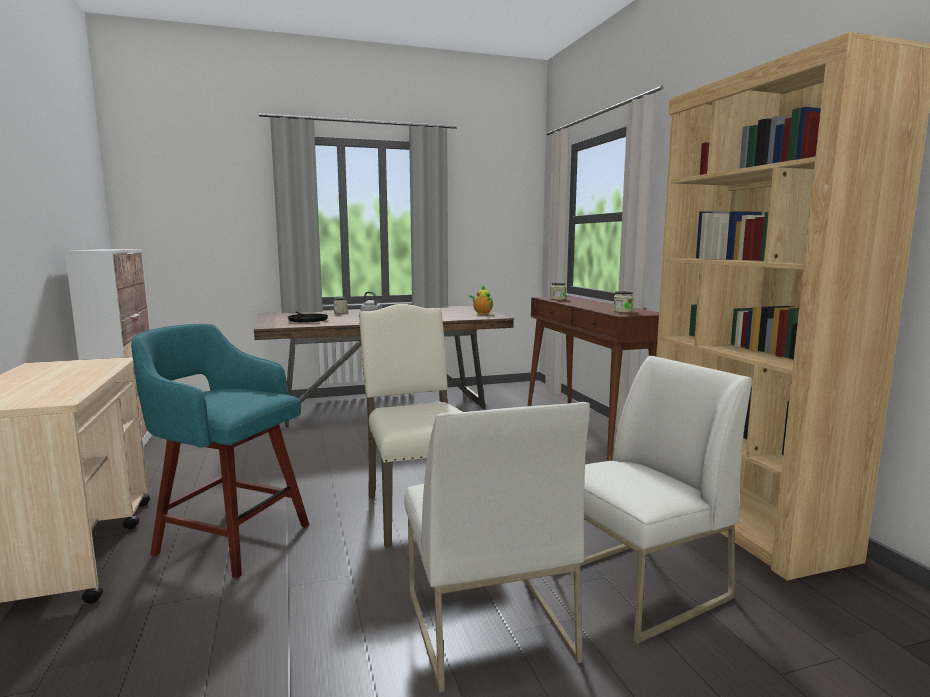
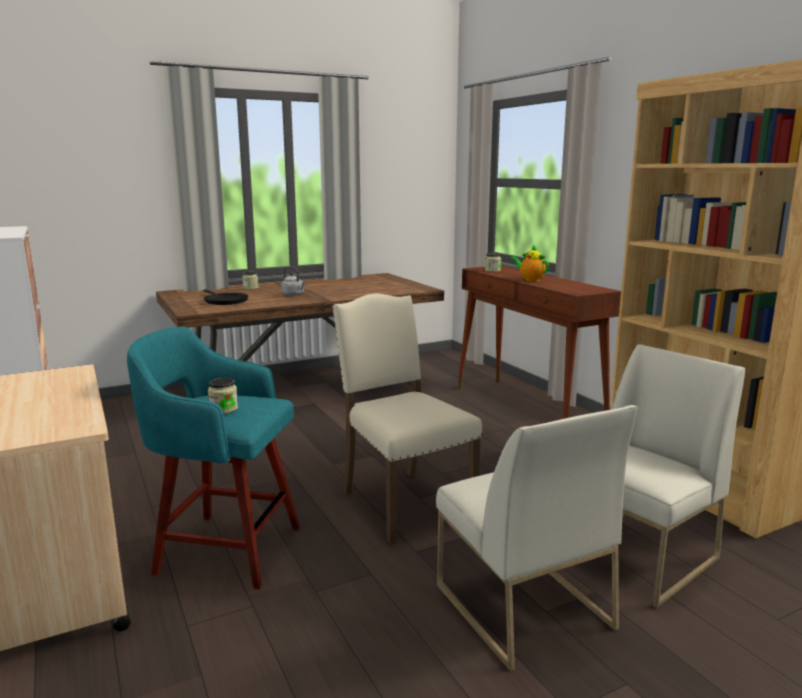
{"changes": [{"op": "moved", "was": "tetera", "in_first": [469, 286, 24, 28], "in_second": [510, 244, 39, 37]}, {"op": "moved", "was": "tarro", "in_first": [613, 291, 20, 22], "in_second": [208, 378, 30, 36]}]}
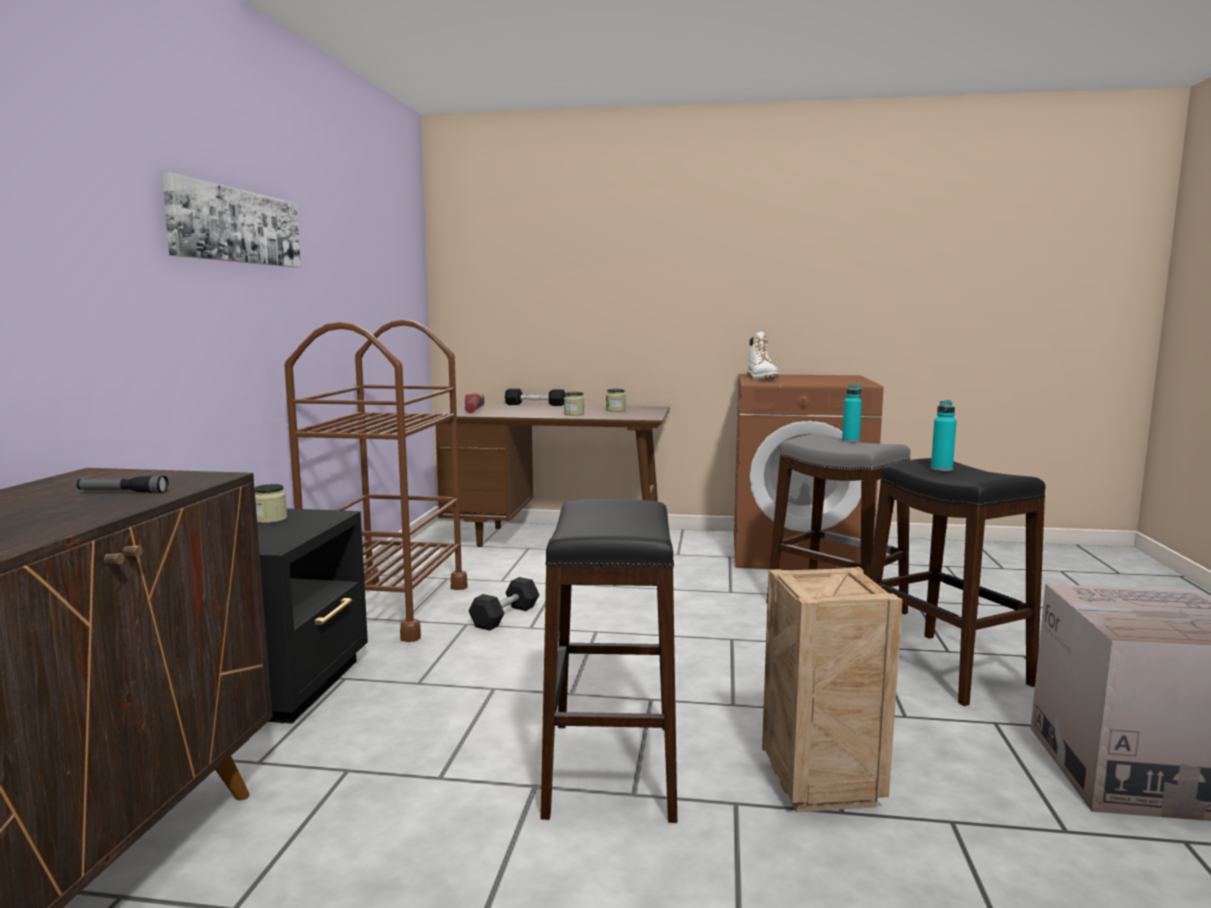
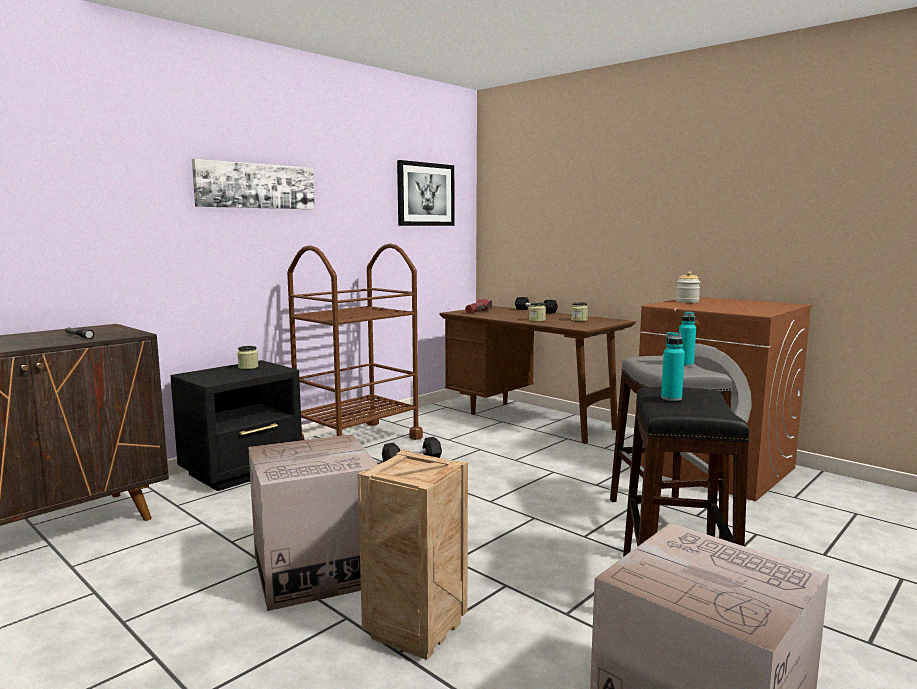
{"changes": [{"op": "added", "now": "cuadro", "in_second": [397, 160, 57, 66]}, {"op": "replaced", "was": "taburete (negro)", "now": "caja de cartón", "in_first": [541, 499, 136, 324], "in_second": [248, 434, 130, 177]}, {"op": "replaced", "was": "bota (blanco)", "now": "tarro", "in_first": [747, 332, 33, 48], "in_second": [676, 271, 24, 32]}]}
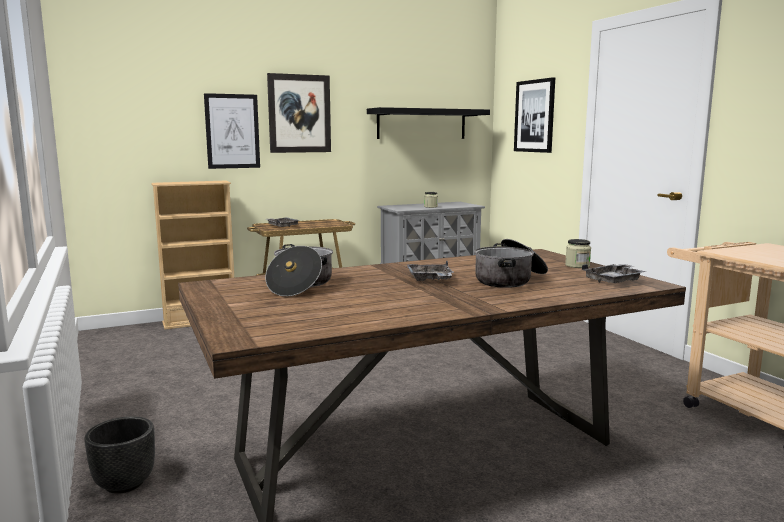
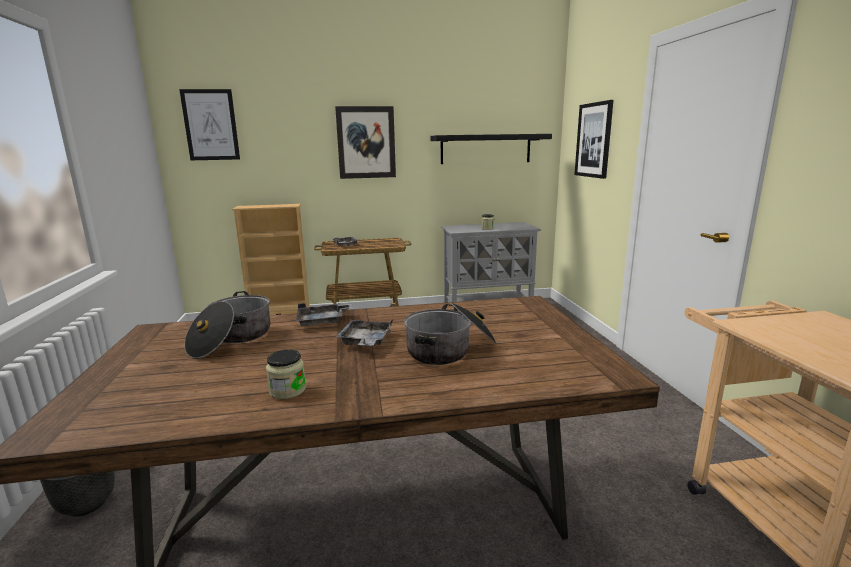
{"changes": [{"op": "moved", "was": "cuadro", "in_first": [204, 93, 56, 76], "in_second": [179, 89, 61, 71]}, {"op": "moved", "was": "tarro", "in_first": [565, 239, 26, 29], "in_second": [266, 349, 40, 50]}, {"op": "moved", "was": "bandeja (gris)", "in_first": [582, 264, 65, 19], "in_second": [296, 303, 57, 23]}]}
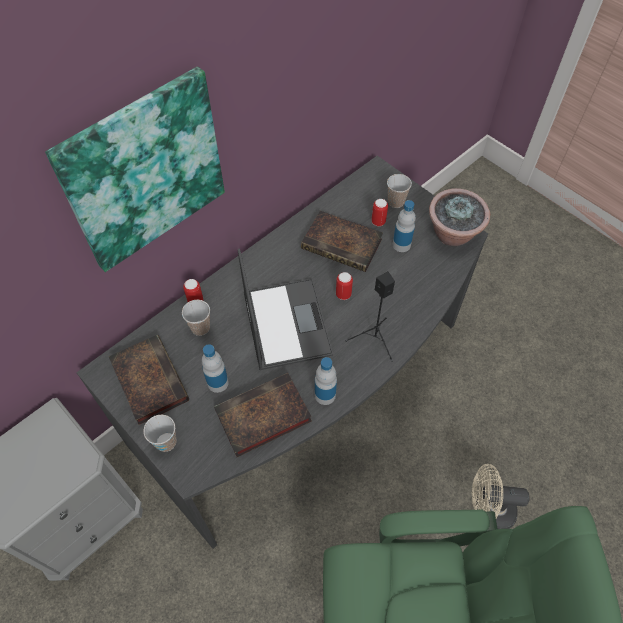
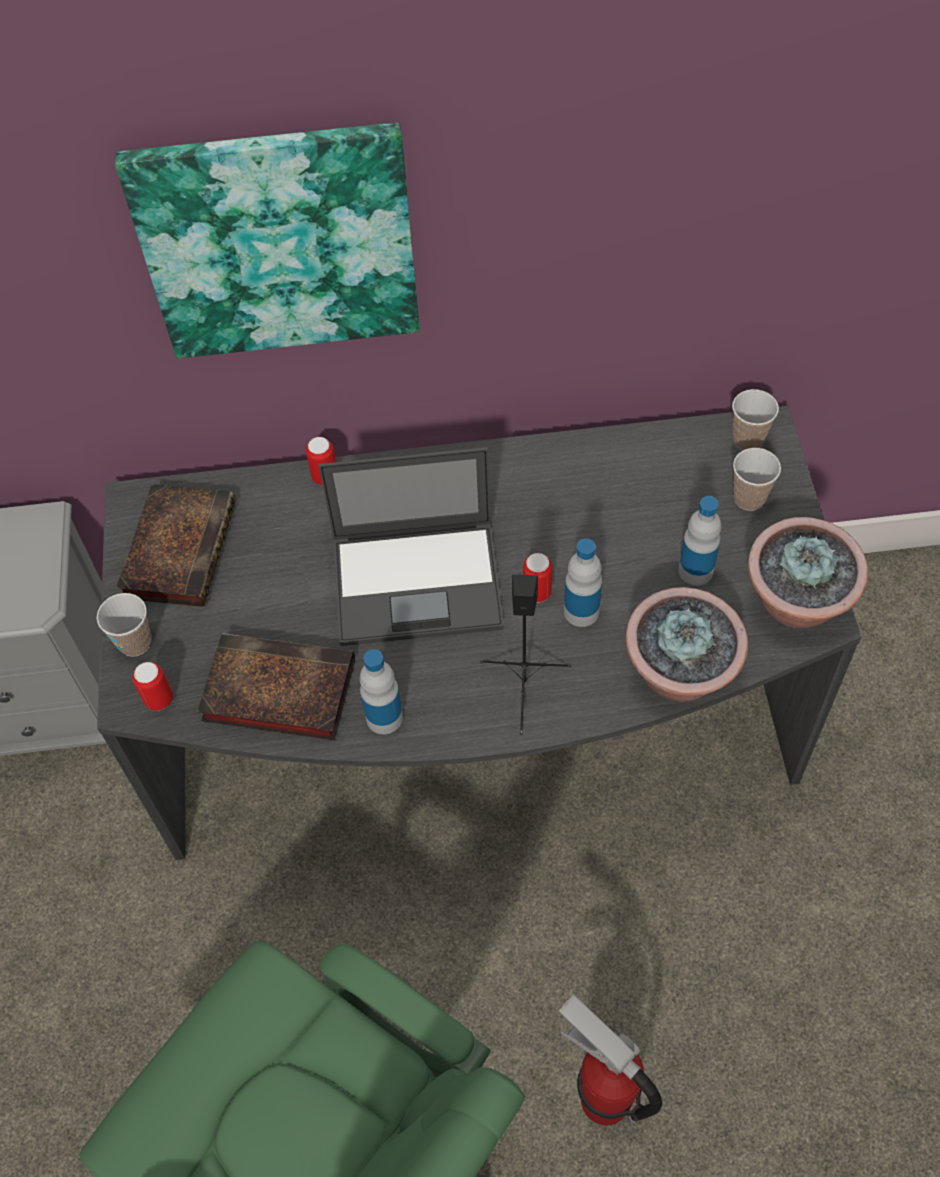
{"changes": [{"op": "removed", "was": "libro", "in_first": [301, 211, 82, 61]}, {"op": "added", "now": "planta en maceta", "in_second": [625, 587, 123, 115]}, {"op": "moved", "was": "taza", "in_first": [182, 300, 28, 36], "in_second": [732, 389, 47, 61]}, {"op": "moved", "was": "botella", "in_first": [202, 344, 27, 49], "in_second": [564, 538, 38, 89]}, {"op": "moved", "was": "lata", "in_first": [371, 199, 17, 27], "in_second": [132, 662, 41, 49]}, {"op": "replaced", "was": "ventilador (beis)", "now": "extintor", "in_first": [472, 464, 58, 65], "in_second": [559, 994, 103, 131]}, {"op": "turned", "was": "portátil", "in_first": [238, 248, 95, 122], "in_second": [318, 447, 186, 199], "clockwise": 60}]}
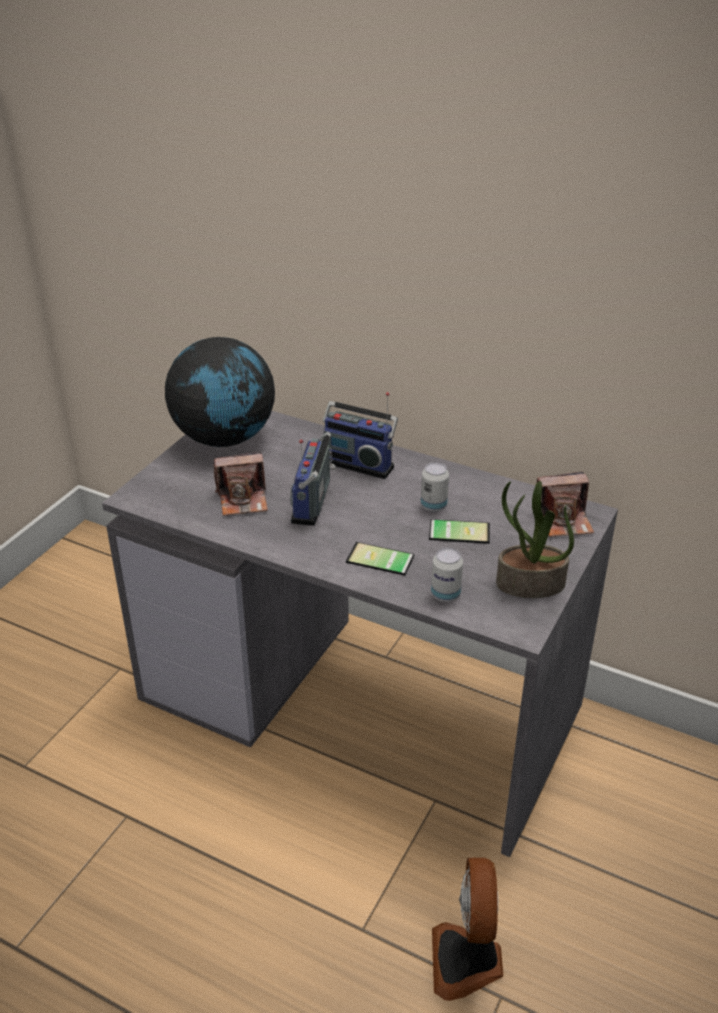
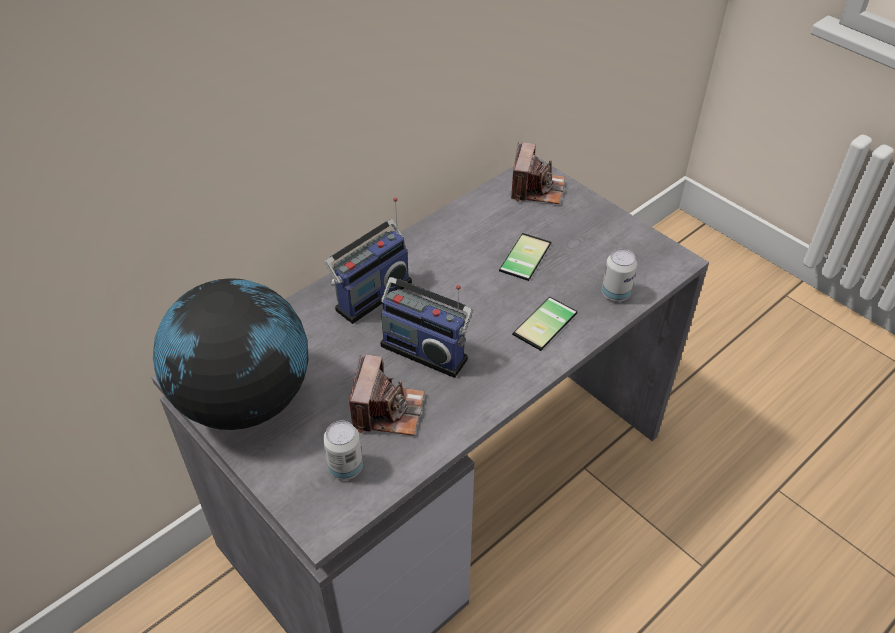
{"changes": [{"op": "removed", "was": "ventilador", "in_first": [432, 858, 71, 143]}, {"op": "removed", "was": "planta en maceta", "in_first": [496, 481, 78, 117]}, {"op": "moved", "was": "lata", "in_first": [421, 462, 28, 50], "in_second": [323, 421, 40, 59]}]}
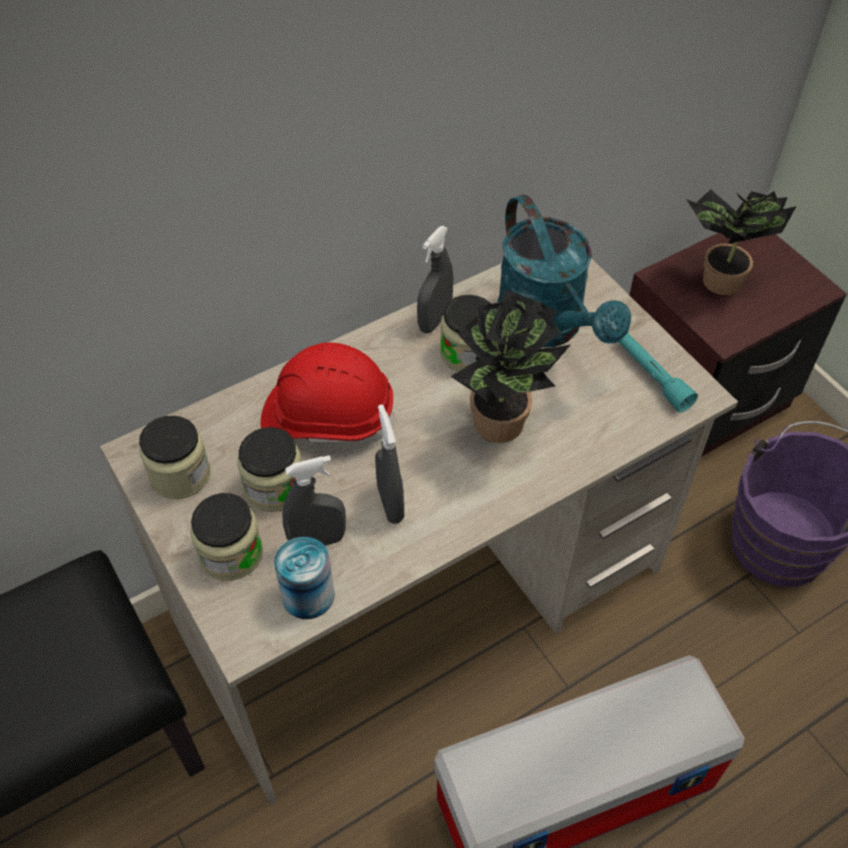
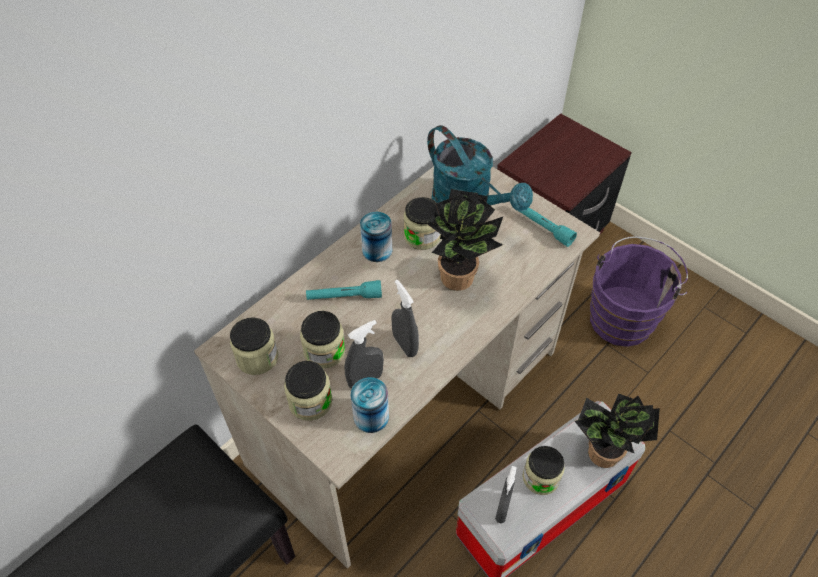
{"changes": [{"op": "added", "now": "lata", "in_second": [360, 212, 32, 50]}, {"op": "added", "now": "tarro", "in_second": [523, 446, 41, 49]}, {"op": "moved", "was": "pulverizador (gris)", "in_first": [417, 226, 36, 107], "in_second": [495, 466, 22, 57]}, {"op": "moved", "was": "planta en maceta", "in_first": [686, 189, 111, 106], "in_second": [575, 393, 85, 75]}, {"op": "replaced", "was": "casco (rojo)", "now": "linterna (turquesa)", "in_first": [261, 342, 135, 101], "in_second": [306, 280, 76, 20]}]}
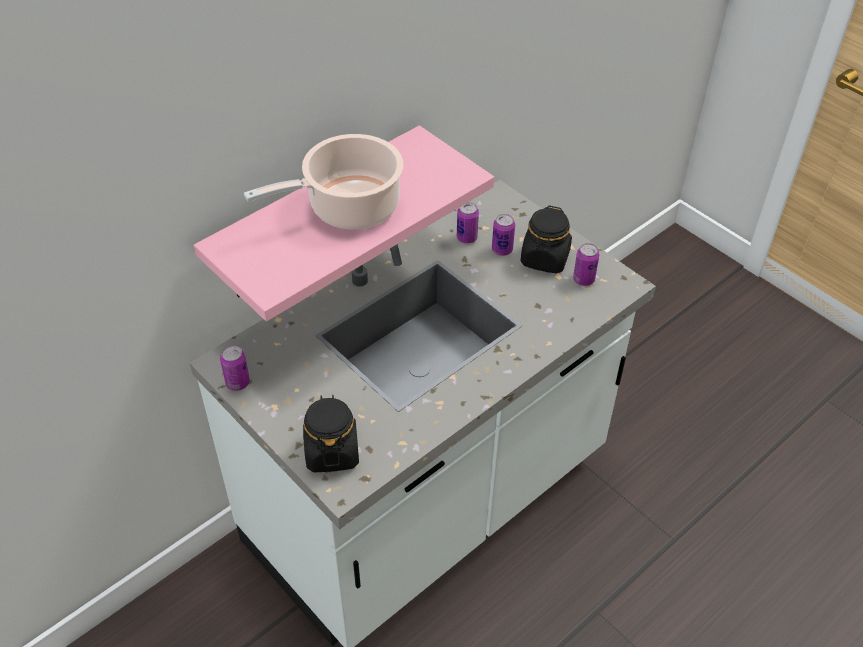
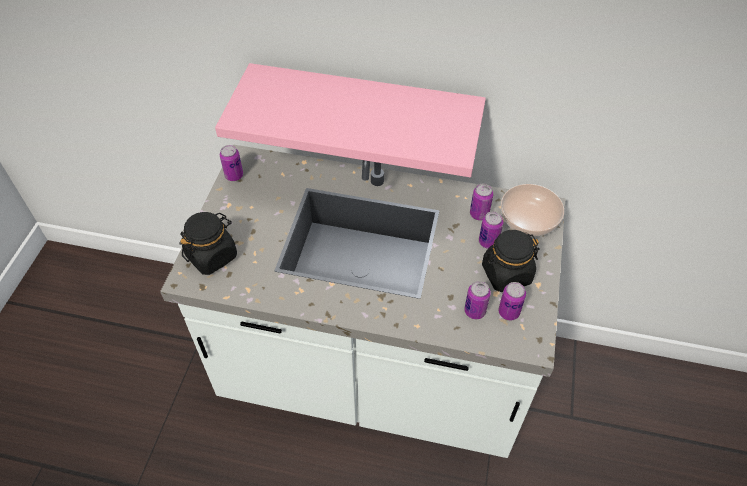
{"changes": [{"op": "removed", "was": "olla", "in_first": [244, 134, 159, 96]}, {"op": "added", "now": "lata", "in_second": [464, 281, 27, 38]}, {"op": "added", "now": "cuenco", "in_second": [501, 184, 63, 52]}]}
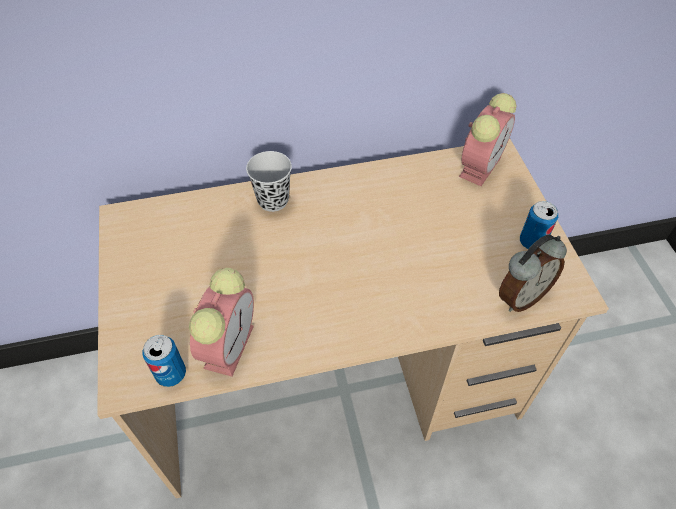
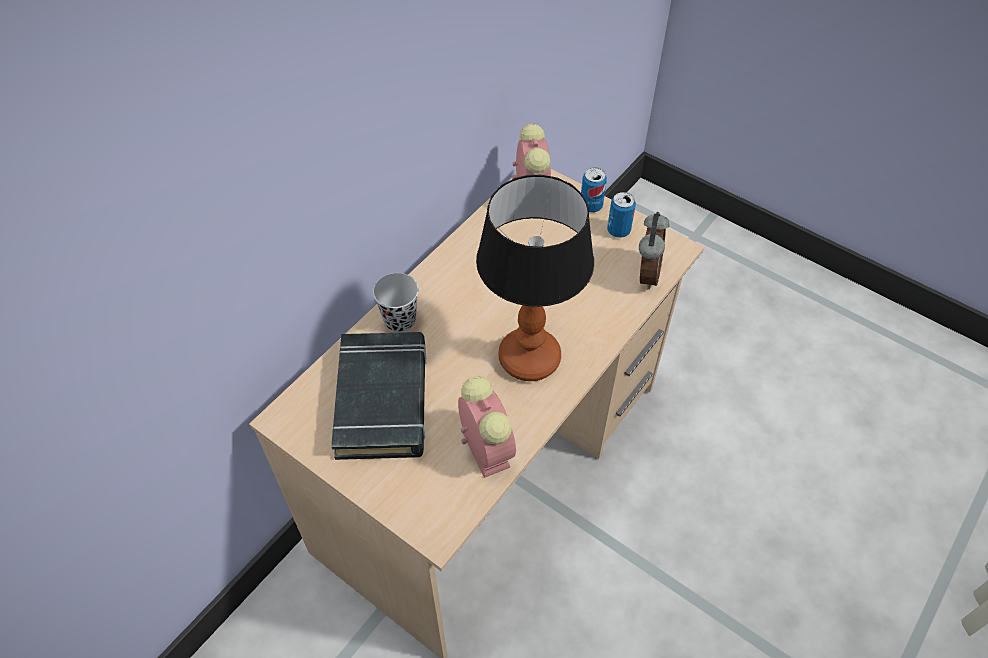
{"changes": [{"op": "added", "now": "libro (negro)", "in_second": [331, 332, 96, 128]}, {"op": "added", "now": "lámpara de mesa", "in_second": [476, 175, 118, 206]}, {"op": "moved", "was": "lata", "in_first": [142, 335, 44, 52], "in_second": [581, 167, 26, 45]}]}
